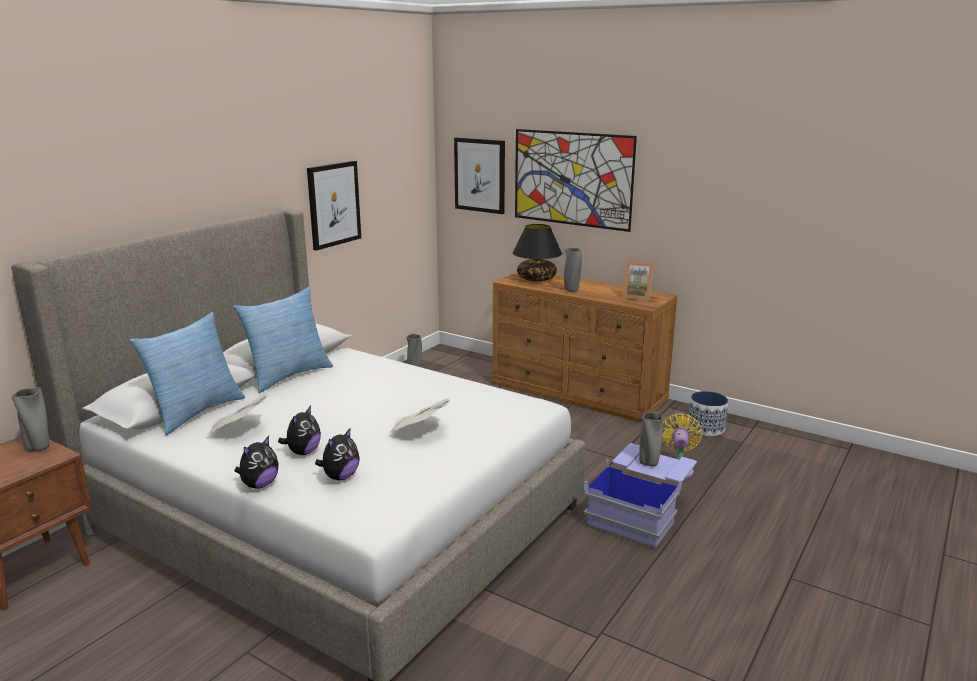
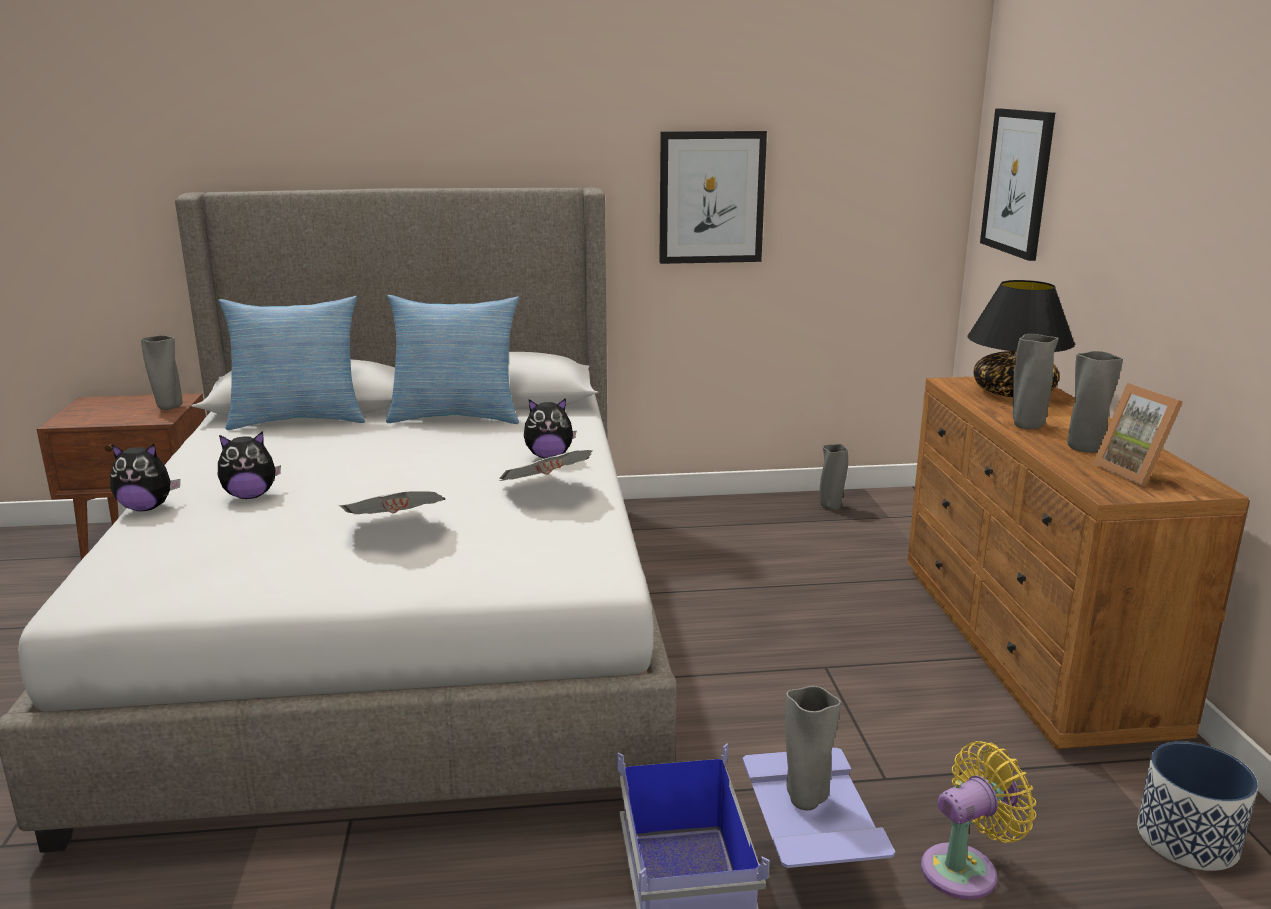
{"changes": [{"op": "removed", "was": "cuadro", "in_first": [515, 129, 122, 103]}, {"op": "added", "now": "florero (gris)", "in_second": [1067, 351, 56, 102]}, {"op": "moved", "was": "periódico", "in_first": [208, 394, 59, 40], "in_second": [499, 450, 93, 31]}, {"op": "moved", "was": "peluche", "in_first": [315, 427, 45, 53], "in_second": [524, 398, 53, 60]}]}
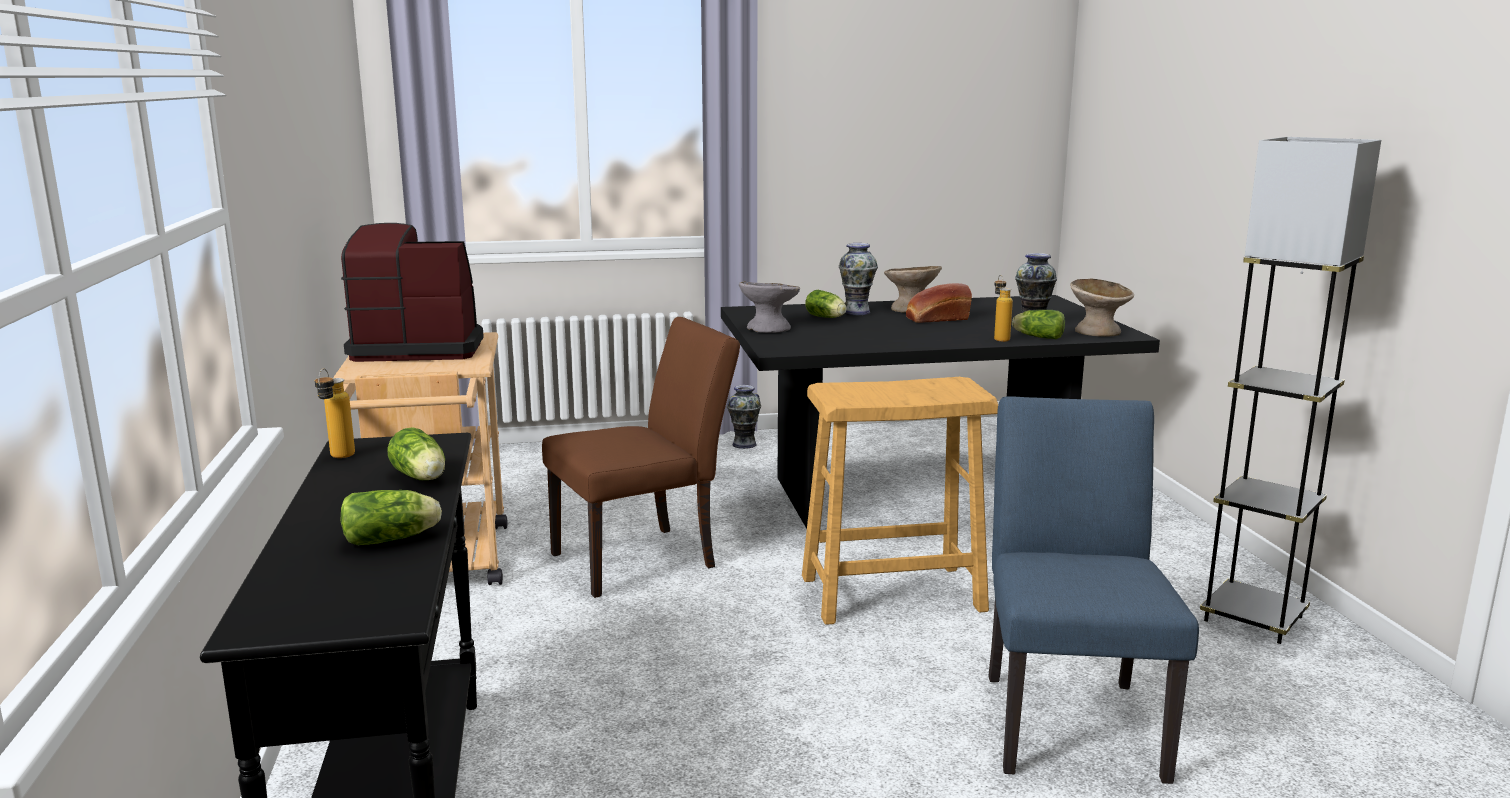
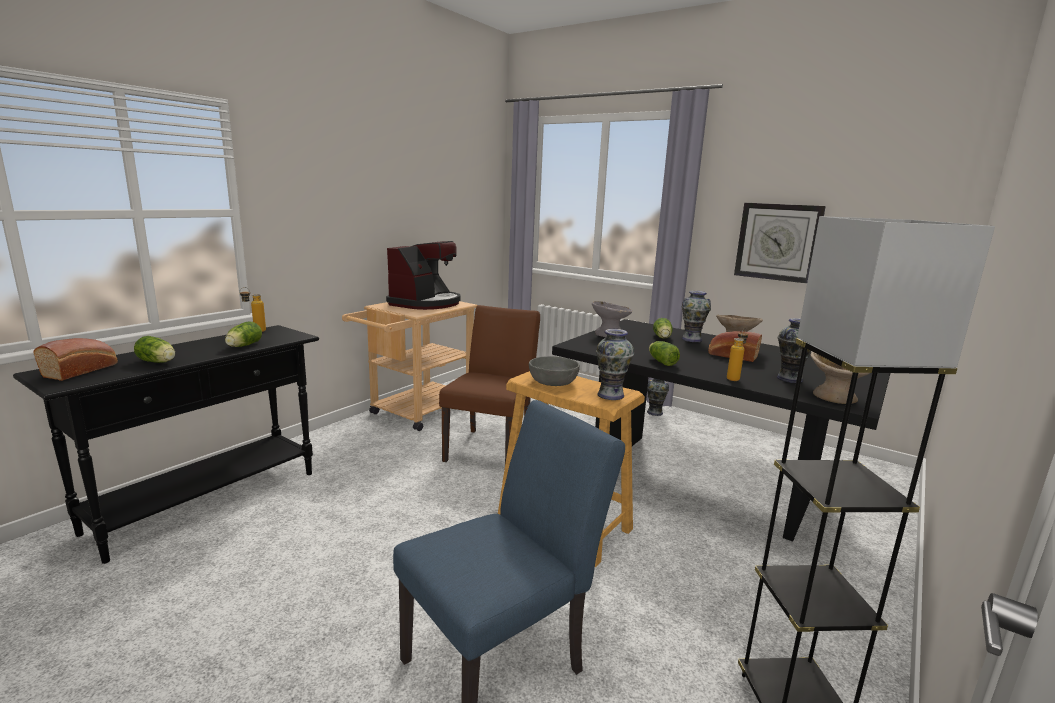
{"changes": [{"op": "added", "now": "pan", "in_second": [33, 338, 85, 43]}, {"op": "added", "now": "cuenco (gris)", "in_second": [529, 356, 51, 30]}, {"op": "added", "now": "florero", "in_second": [596, 329, 38, 71]}, {"op": "added", "now": "reloj de pared", "in_second": [734, 203, 92, 80]}, {"op": "moved", "was": "lechuga", "in_first": [1012, 310, 53, 29], "in_second": [649, 341, 31, 25]}, {"op": "turned", "was": "cafetera", "in_first": [341, 223, 143, 139], "in_second": [386, 241, 75, 69], "clockwise": 75}, {"op": "turned", "was": "silla (marrón)", "in_first": [542, 317, 198, 281], "in_second": [439, 305, 101, 158], "clockwise": -90}]}
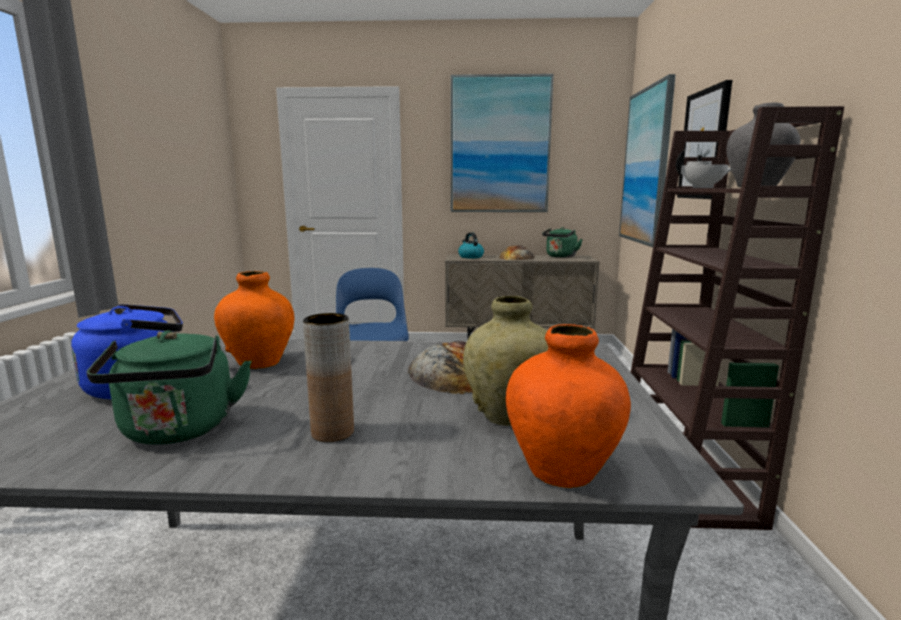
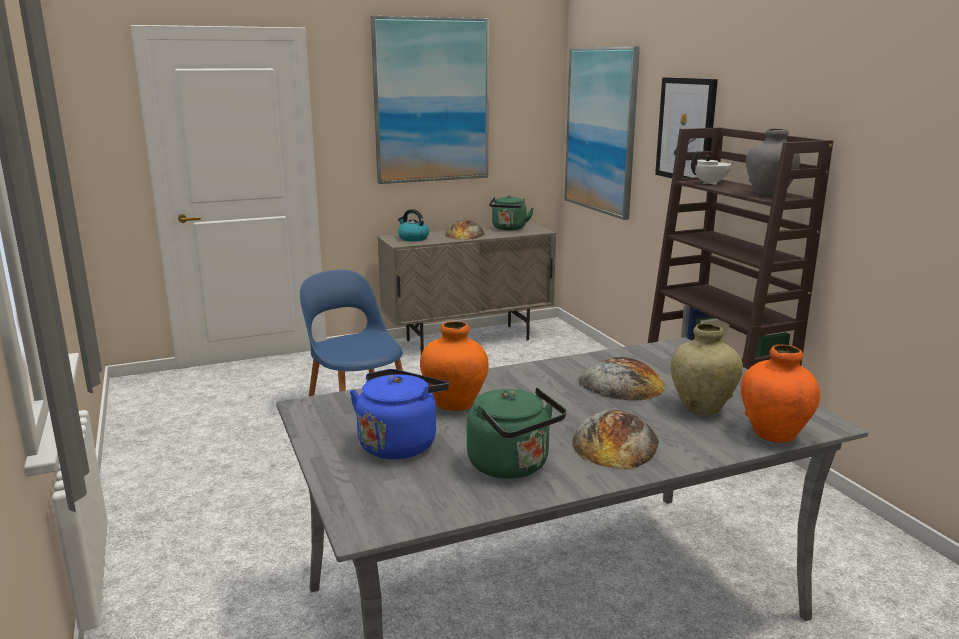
{"changes": [{"op": "replaced", "was": "florero (marrón)", "now": "pan", "in_first": [303, 313, 51, 129], "in_second": [572, 410, 87, 59]}]}
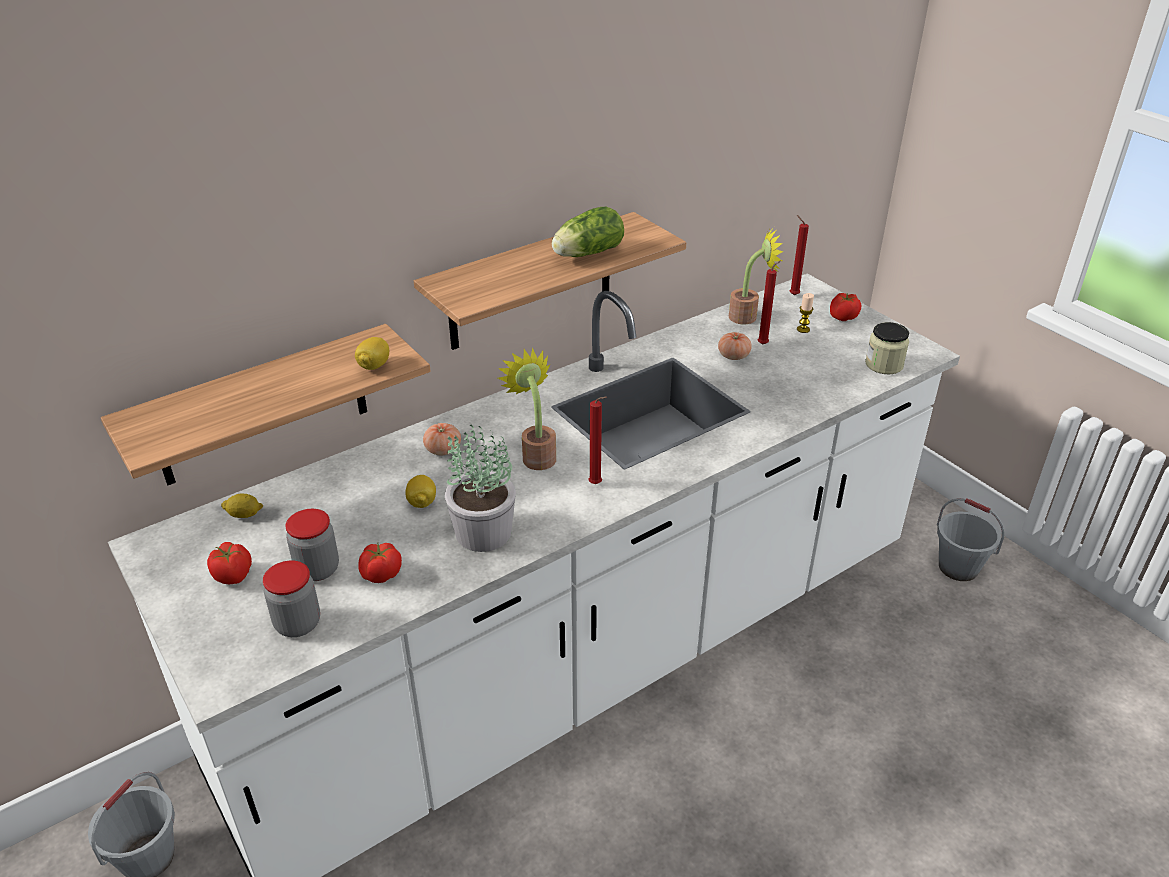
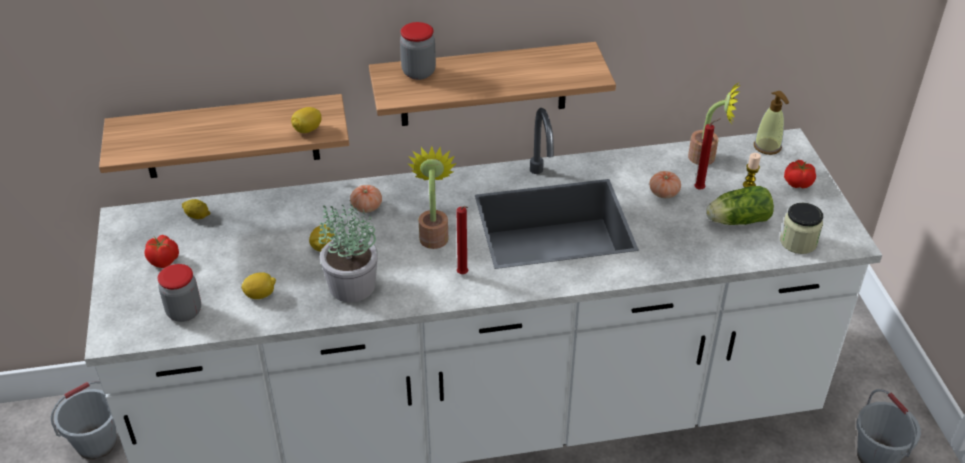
{"changes": [{"op": "moved", "was": "tarro", "in_first": [286, 509, 53, 72], "in_second": [400, 22, 36, 58]}, {"op": "moved", "was": "lechuga", "in_first": [552, 207, 72, 50], "in_second": [706, 186, 68, 39]}, {"op": "replaced", "was": "tomate", "now": "limón", "in_first": [358, 543, 44, 40], "in_second": [241, 272, 35, 27]}, {"op": "replaced", "was": "vela (rojo)", "now": "dispensador de jabón", "in_first": [790, 215, 19, 80], "in_second": [754, 91, 35, 64]}]}
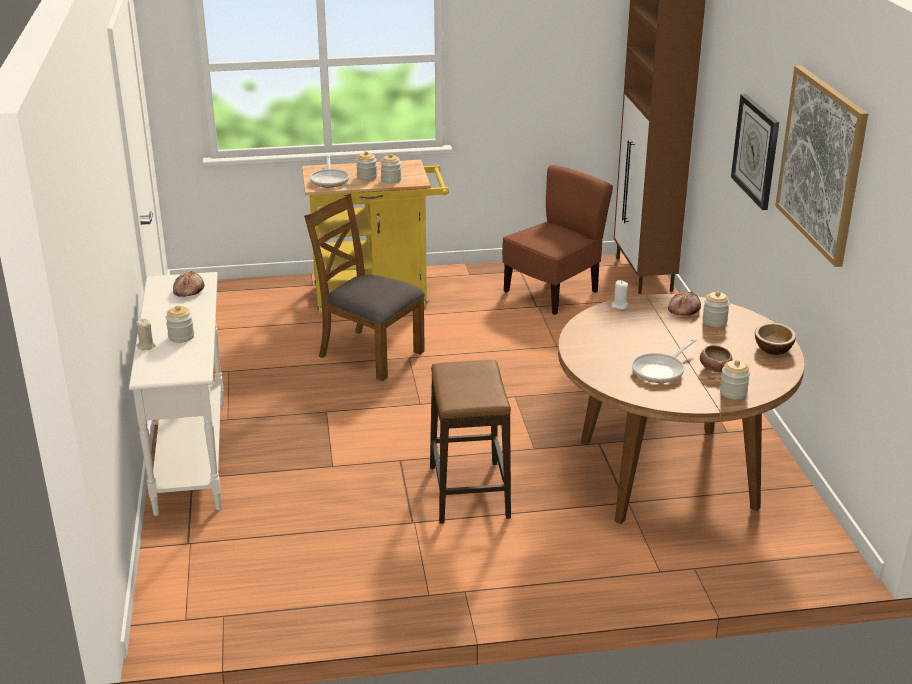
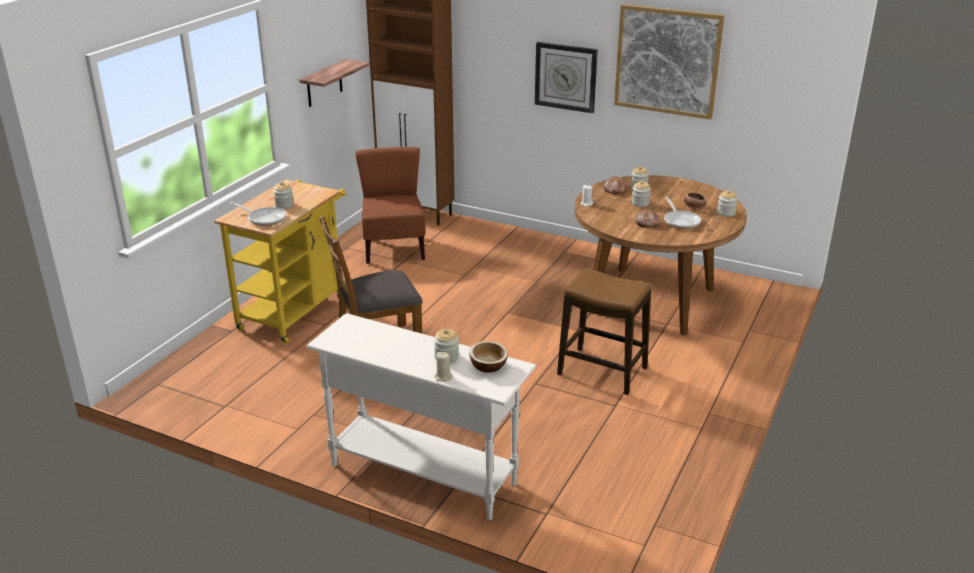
{"changes": [{"op": "added", "now": "estante", "in_second": [299, 59, 71, 48]}, {"op": "moved", "was": "pan", "in_first": [173, 271, 31, 26], "in_second": [635, 209, 26, 19]}, {"op": "moved", "was": "tarro", "in_first": [381, 154, 20, 29], "in_second": [632, 181, 19, 26]}, {"op": "moved", "was": "cuenco", "in_first": [755, 323, 41, 32], "in_second": [469, 341, 39, 32]}]}
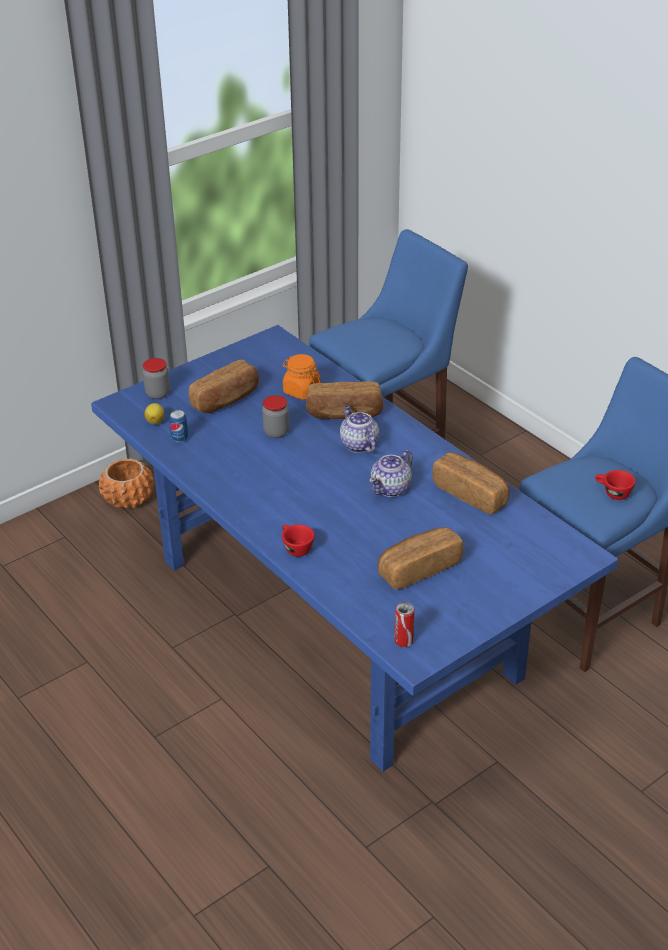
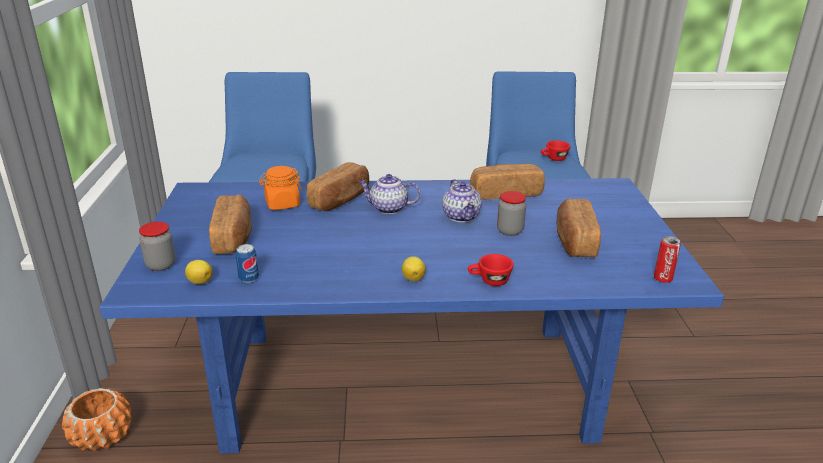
{"changes": [{"op": "added", "now": "limón", "in_second": [402, 256, 24, 25]}, {"op": "moved", "was": "tarro", "in_first": [262, 395, 27, 43], "in_second": [497, 191, 29, 45]}]}
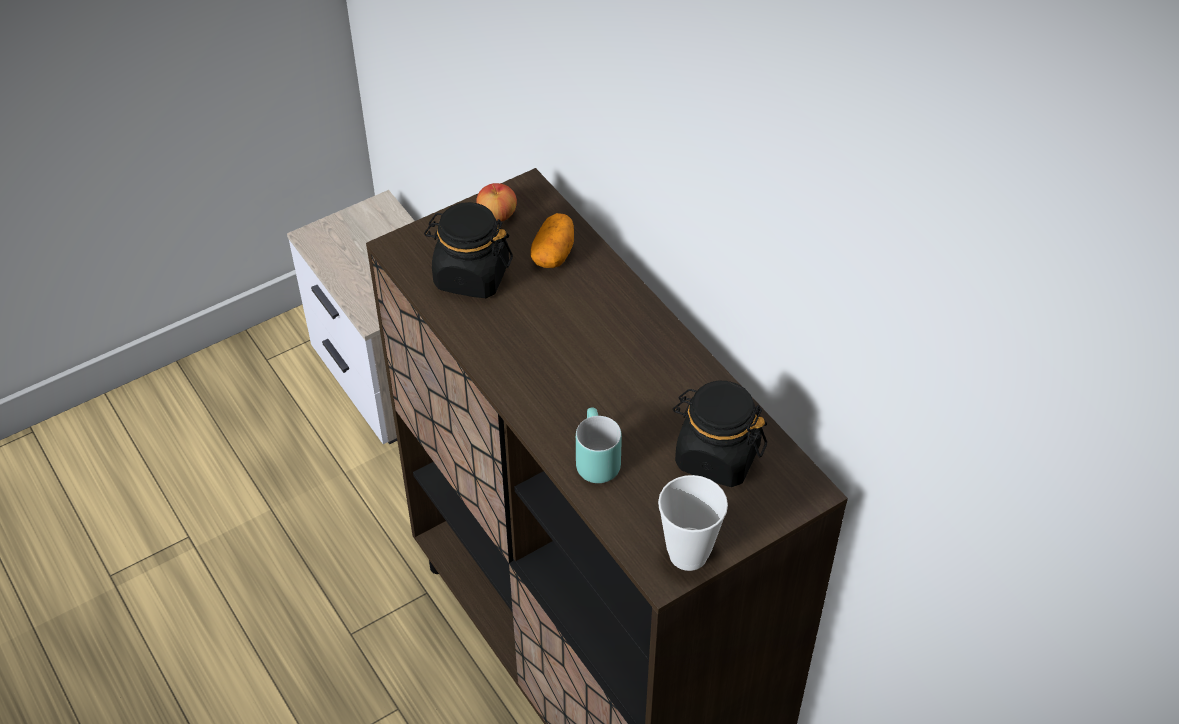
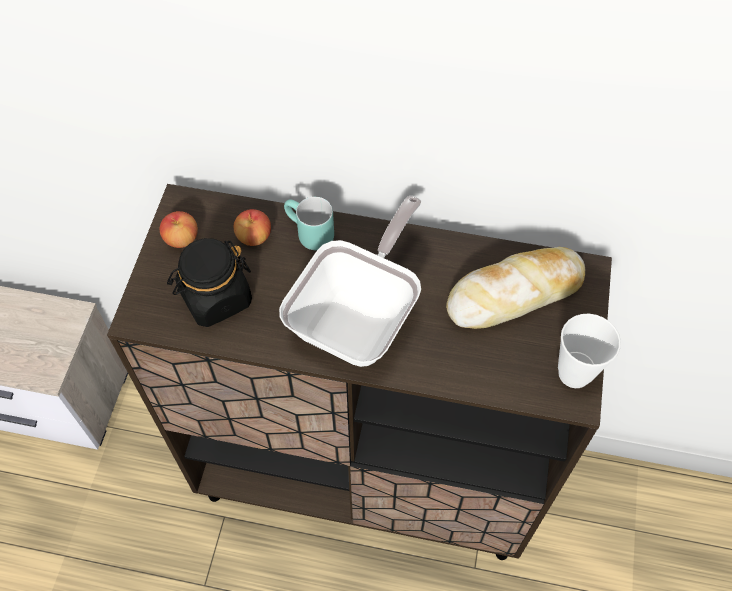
{"changes": [{"op": "added", "now": "sartén", "in_second": [279, 196, 142, 171]}, {"op": "moved", "was": "taza grande (turquesa)", "in_first": [576, 408, 46, 75], "in_second": [284, 197, 50, 53]}, {"op": "replaced", "was": "patata", "now": "manzana", "in_first": [531, 213, 43, 55], "in_second": [233, 209, 38, 37]}, {"op": "replaced", "was": "tarro (negro)", "now": "pan", "in_first": [673, 380, 94, 107], "in_second": [446, 247, 139, 82]}]}
